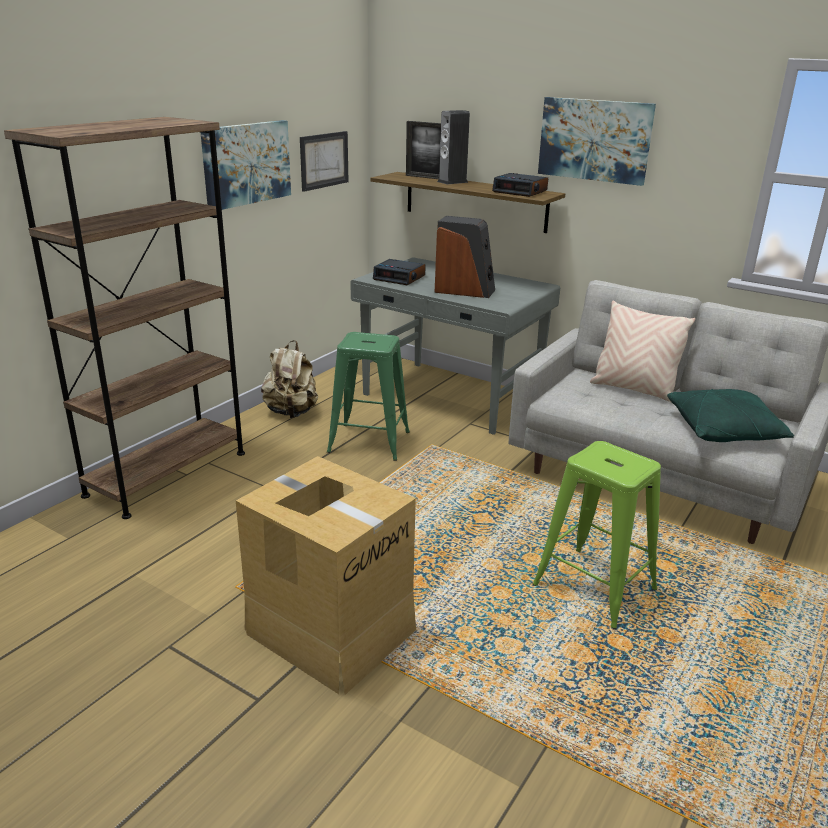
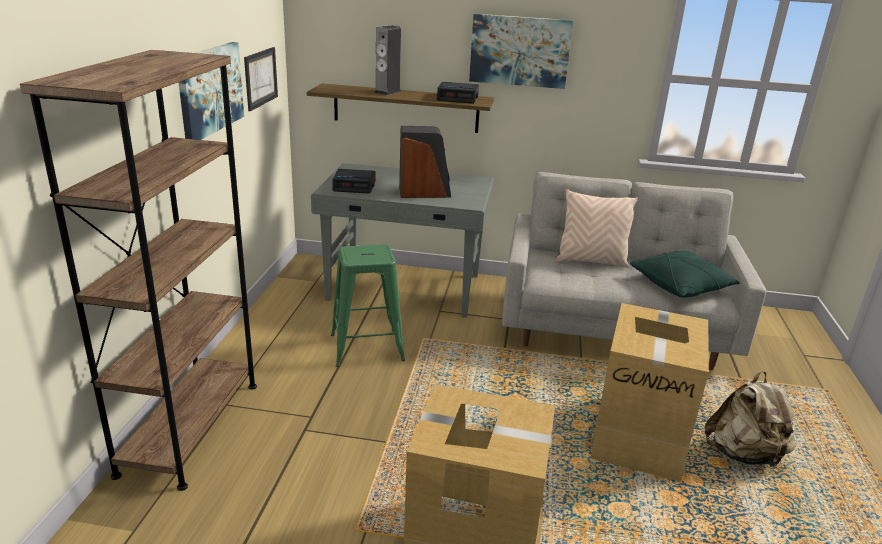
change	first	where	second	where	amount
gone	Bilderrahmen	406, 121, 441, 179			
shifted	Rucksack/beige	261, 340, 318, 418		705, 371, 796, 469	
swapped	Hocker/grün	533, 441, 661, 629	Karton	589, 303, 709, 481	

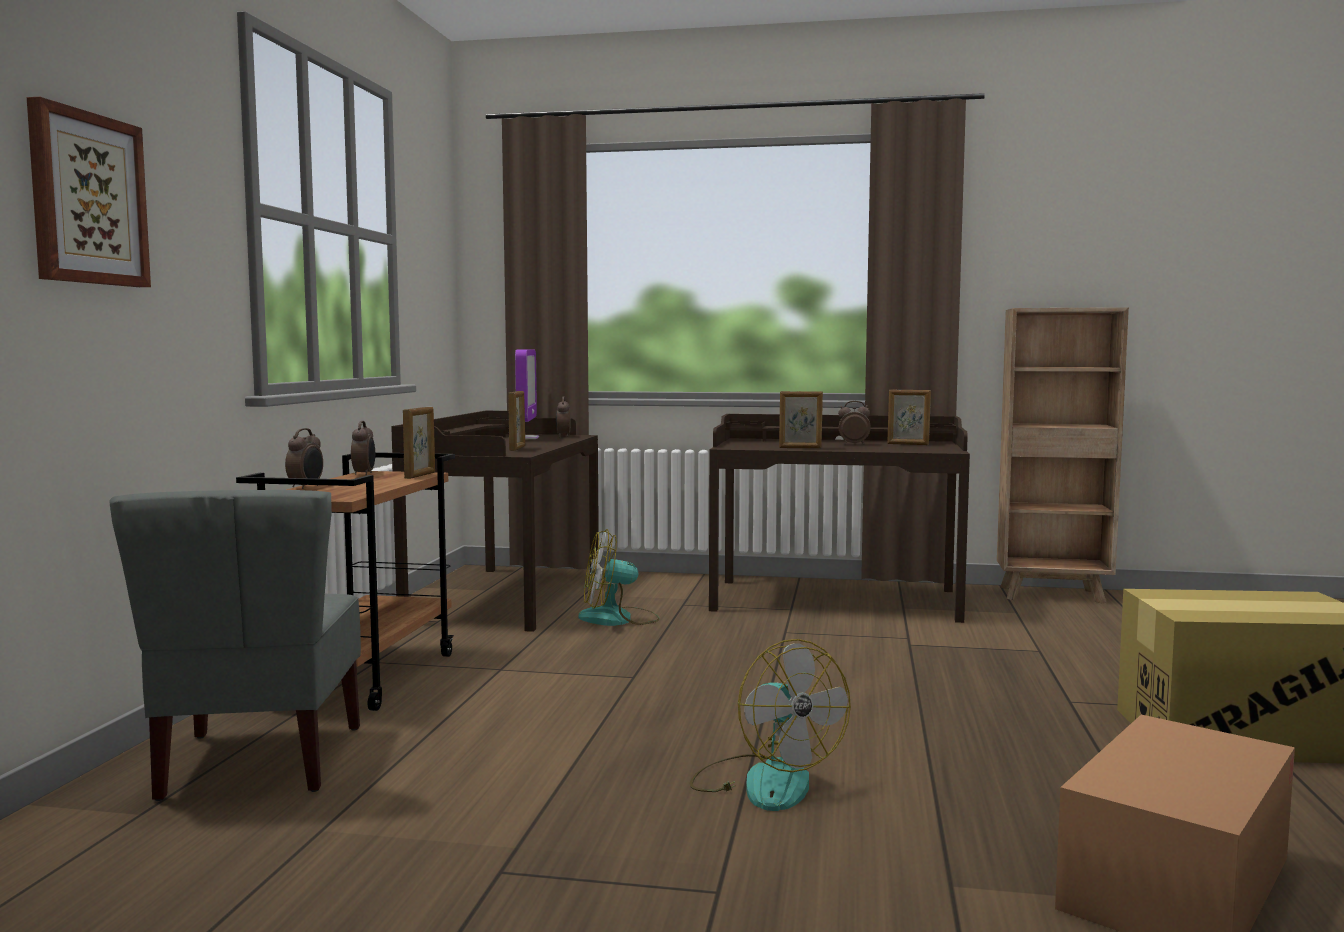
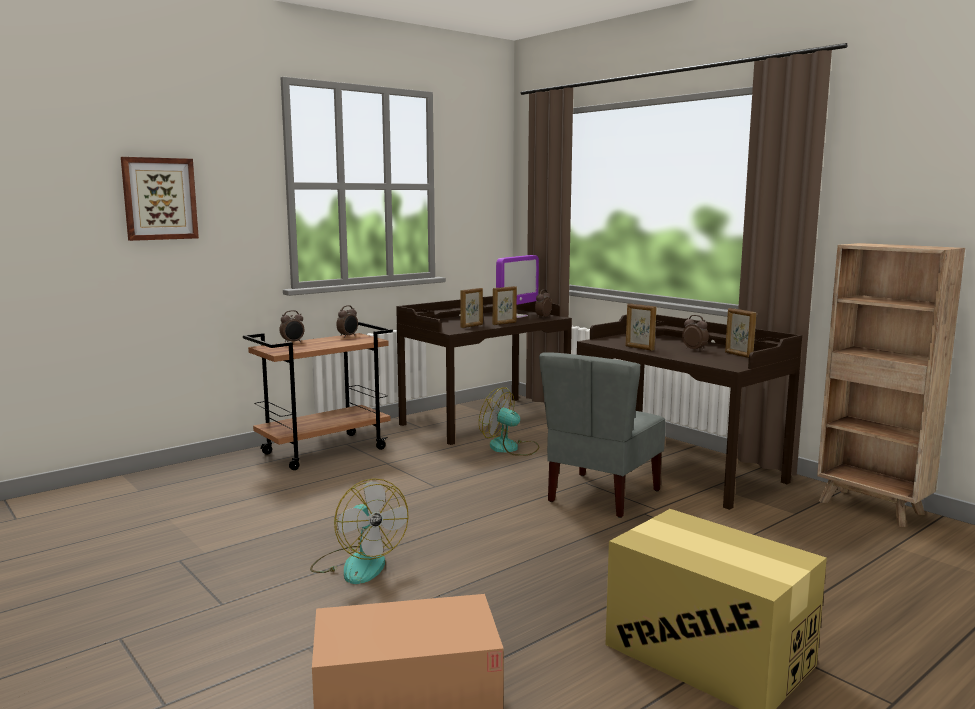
change	first	where	second	where	amount
shifted	Stuhl/grau	109, 490, 361, 801		539, 352, 665, 518	
shifted	Bilderrahmen	403, 407, 435, 479		493, 286, 517, 325	
rotated	Ventilator	690, 639, 851, 811		310, 478, 409, 584	45 degrees counterclockwise

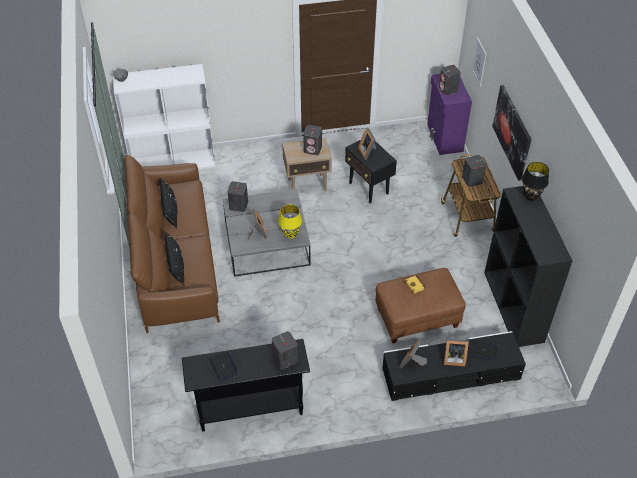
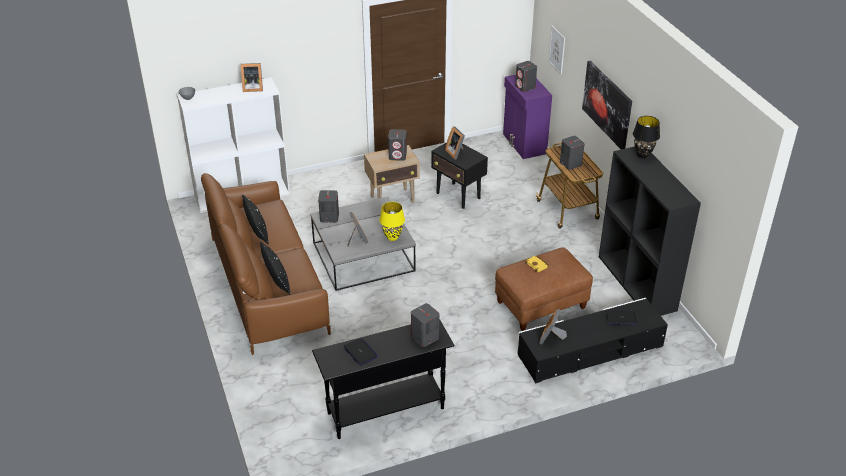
change	first	where	second	where	amount
shifted	Bilderrahmen	444, 339, 469, 366		240, 63, 263, 92	

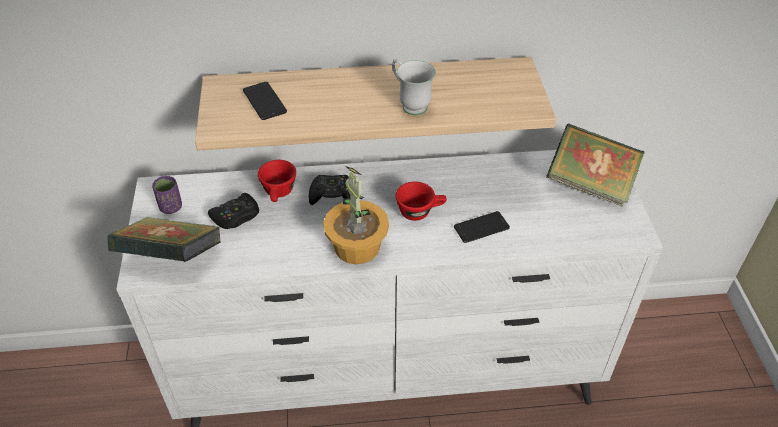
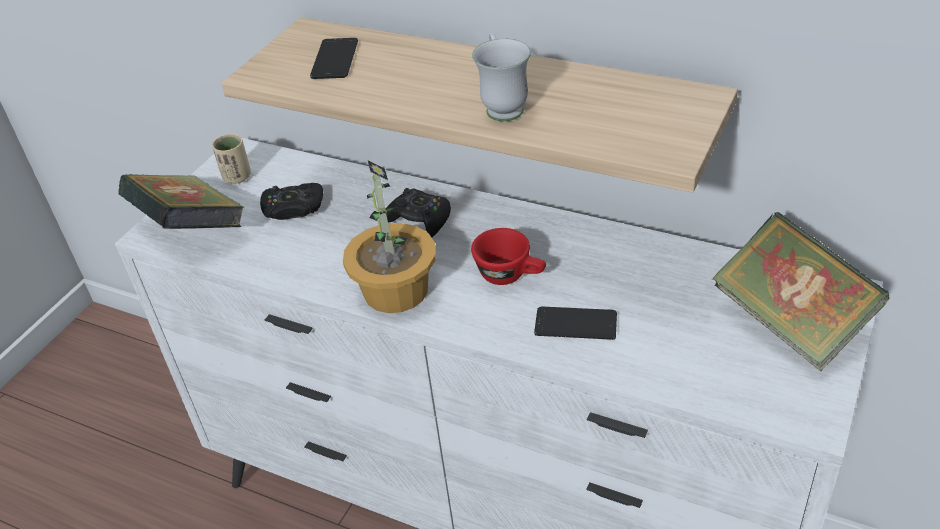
change	first	where	second	where	amount
gone	Tasse/rot	258, 160, 296, 202			
repainted	Tasse/lila	152, 176, 182, 214	Tasse/beige	212, 134, 251, 184	

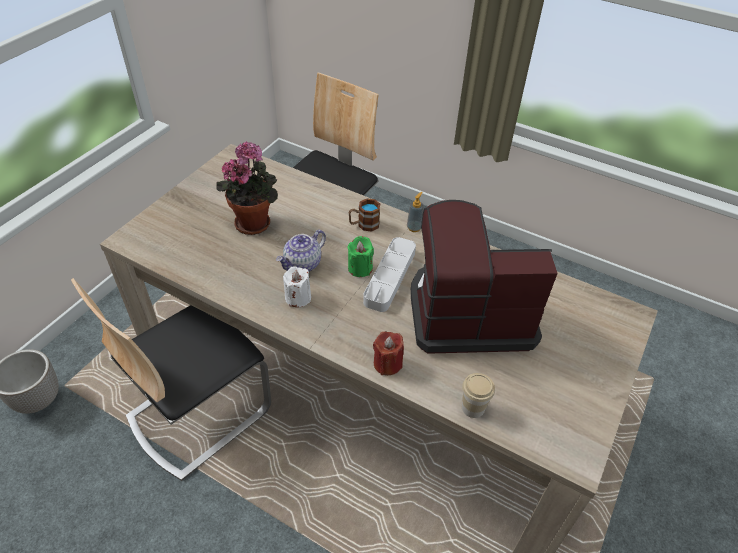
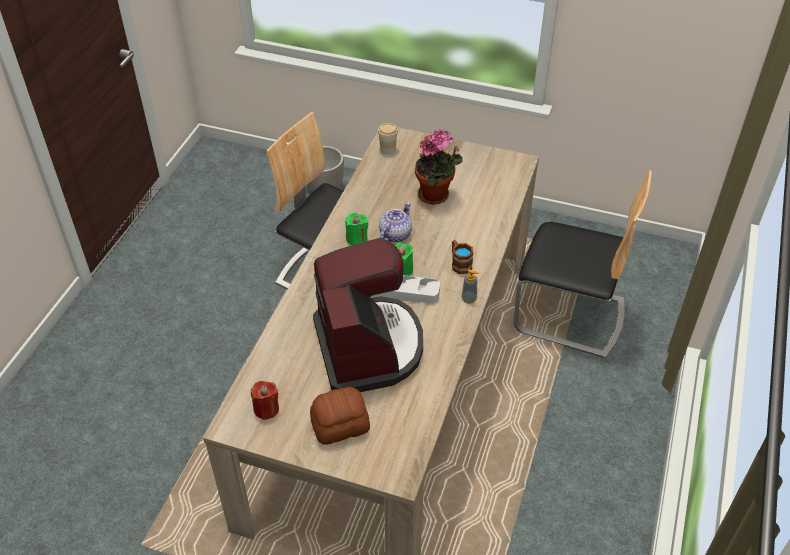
change	first	where	second	where	amount
new			Brot	310, 387, 370, 445	
shifted	Kerze/rot	373, 331, 404, 375		251, 381, 279, 420	
shifted	Tasse	462, 373, 495, 418		378, 123, 398, 154	
repainted	Kerze/weiß	283, 266, 311, 307	Kerze/grün	345, 213, 368, 245	
rotated	Teekanne	276, 230, 326, 271		379, 202, 412, 242	90 degrees clockwise

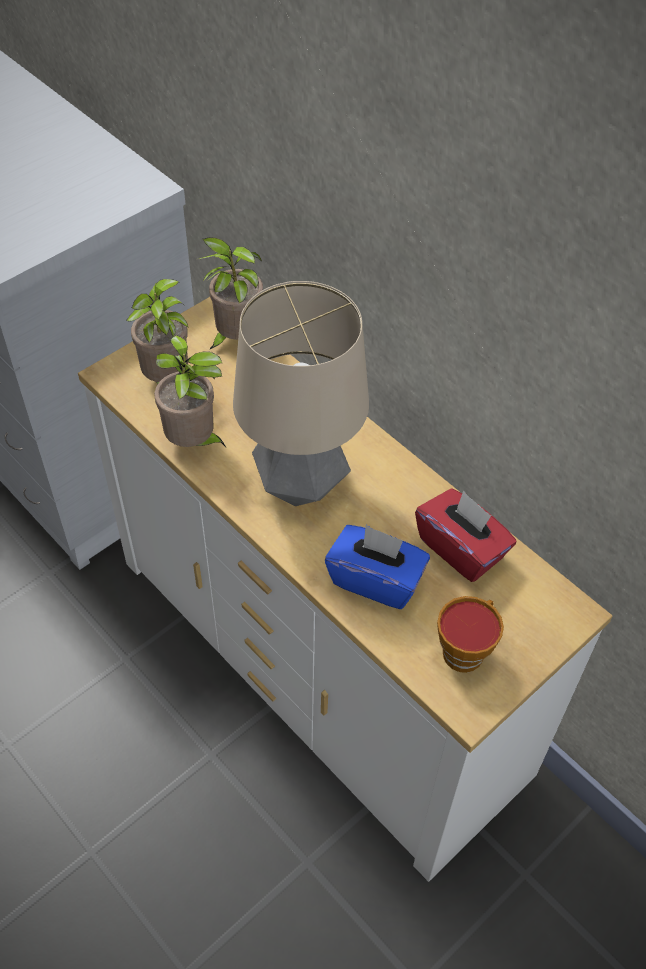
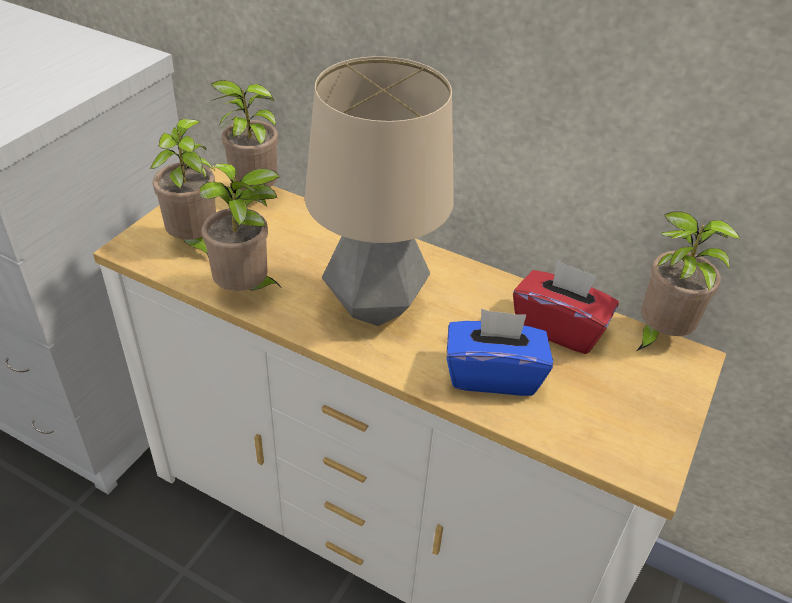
change	first	where	second	where	amount
gone	Tasse	437, 596, 504, 673			
new			Topfpflanze	636, 212, 740, 351	

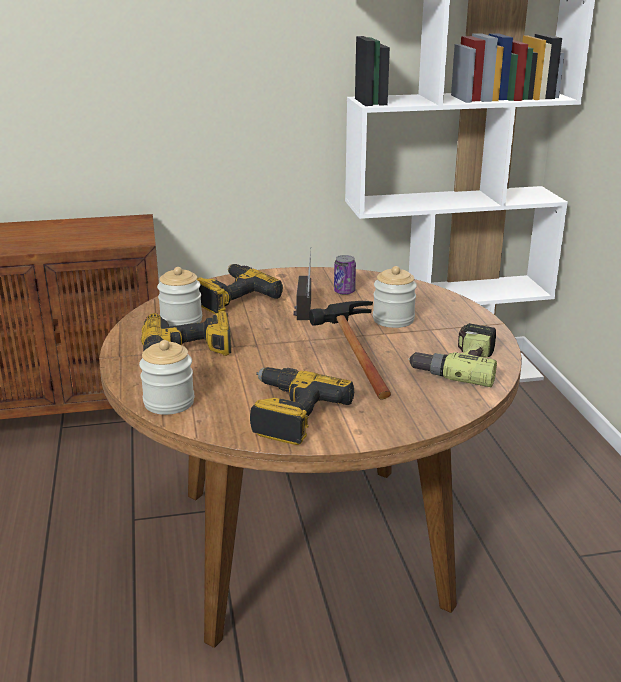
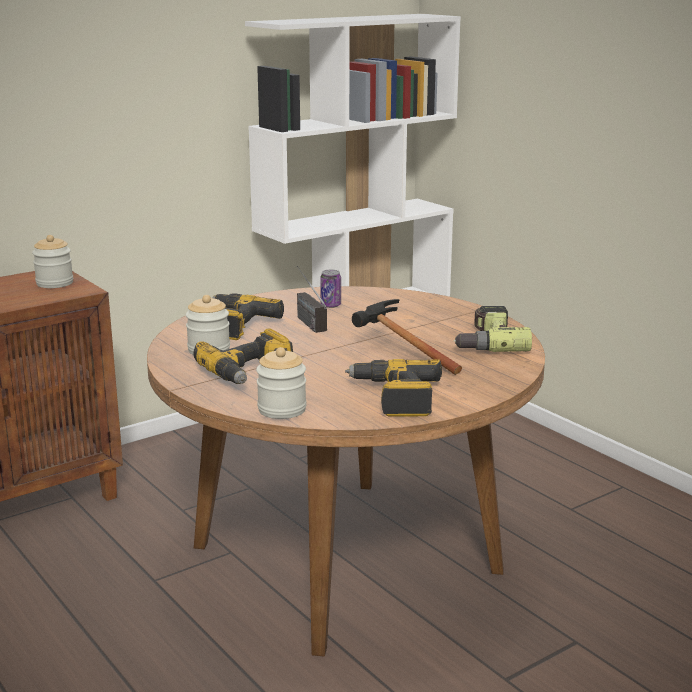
change	first	where	second	where	amount
shifted	Vorratsglas	373, 266, 417, 328		32, 235, 73, 288	

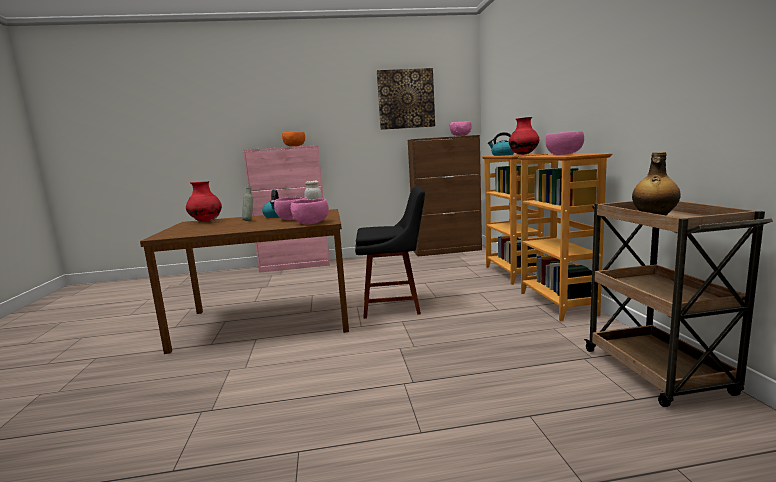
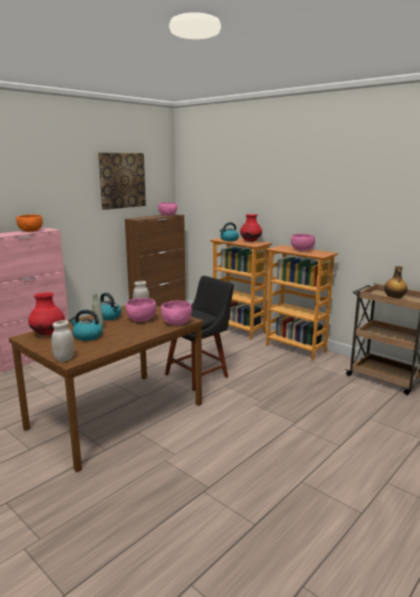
change	first	where	second	where	amount
new			Vorratsglas/weiß	51, 320, 74, 362	
new			Wasserkessel	69, 310, 103, 341	

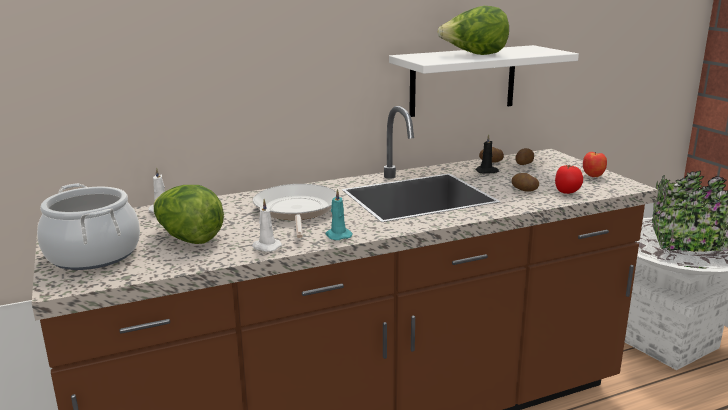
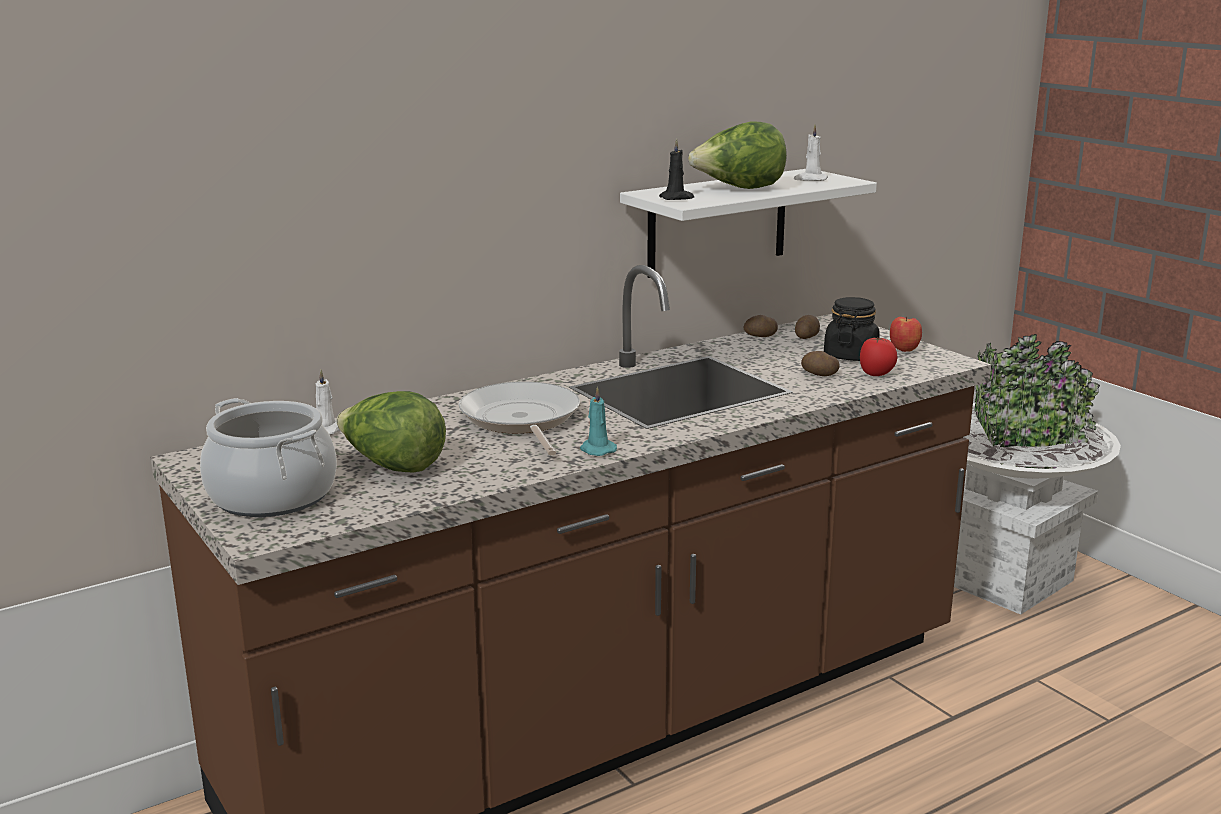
change	first	where	second	where	amount
new			Vorratsglas/schwarz	824, 297, 880, 361	
shifted	Kerze/weiß	252, 199, 282, 252		794, 124, 828, 181	
shifted	Kerze/schwarz	475, 134, 499, 174		659, 139, 694, 200	

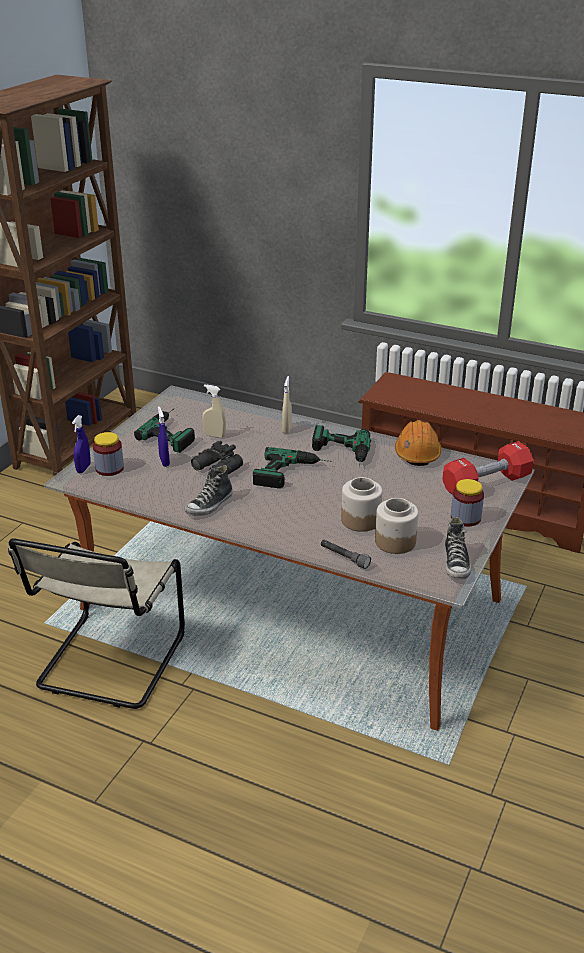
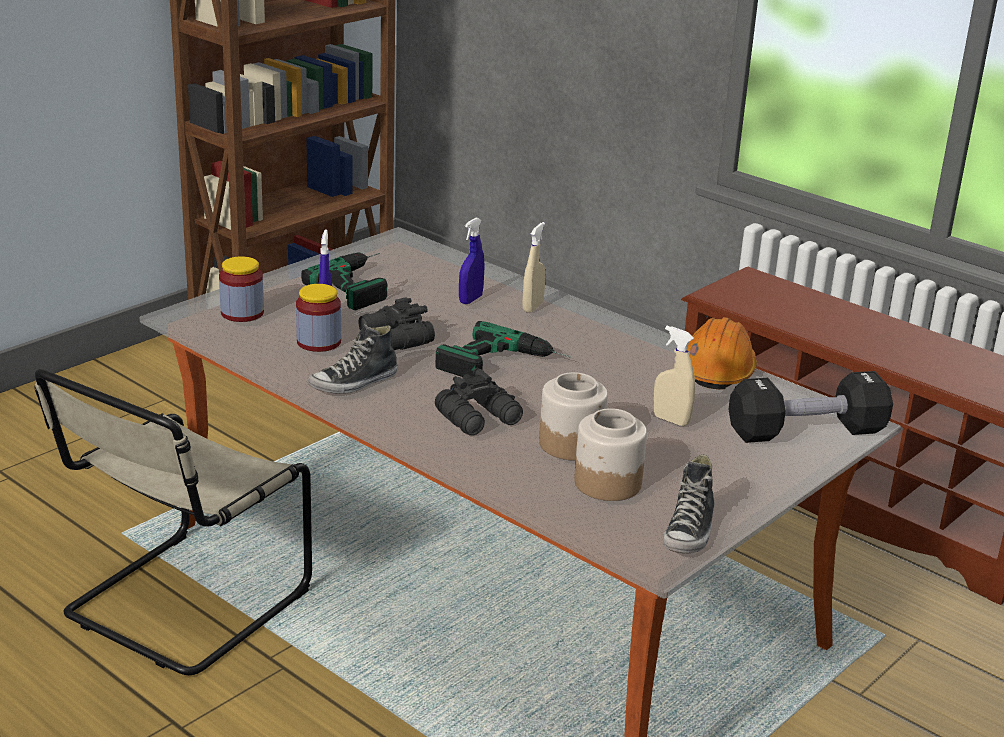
change	first	where	second	where	amount
gone	Bohrmaschine	312, 425, 371, 468			
gone	Taschenlampe/grau	321, 540, 371, 569			
new			Fernglas/schwarz	435, 367, 523, 436	
shifted	Sprühflasche/blau	72, 415, 91, 473		459, 218, 485, 304	
shifted	Sprühflasche/beige	203, 384, 226, 438		653, 326, 695, 426	
shifted	Vorratsglas	451, 479, 484, 526		296, 284, 341, 352	
repainted	Hantel/rot	442, 441, 533, 495	Hantel/schwarz	729, 371, 893, 443	

